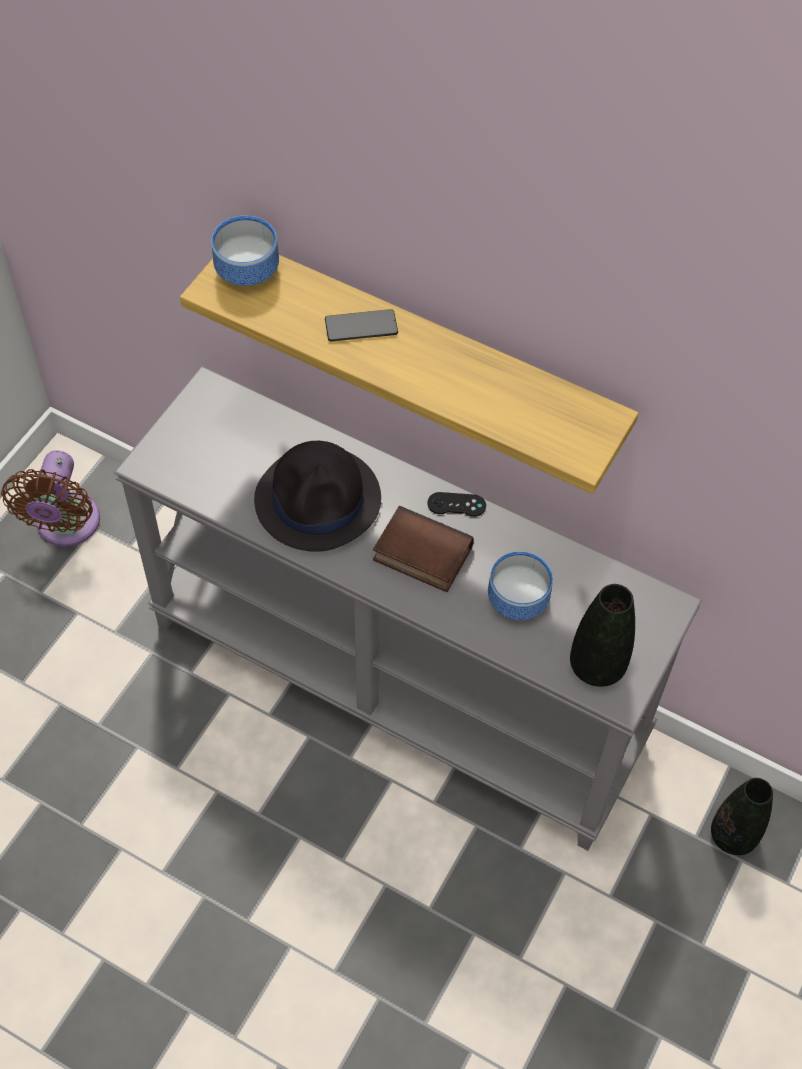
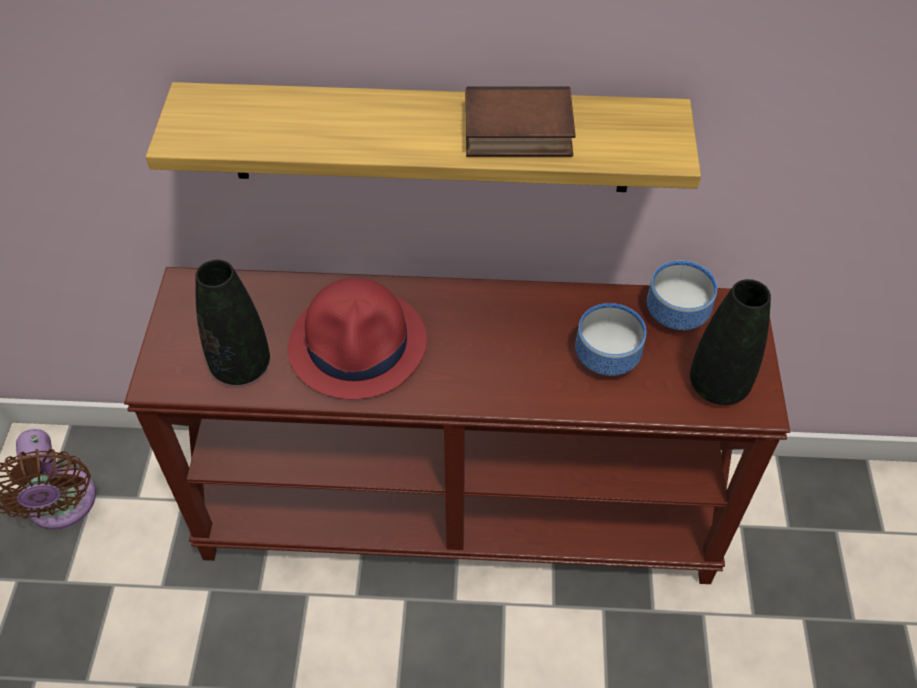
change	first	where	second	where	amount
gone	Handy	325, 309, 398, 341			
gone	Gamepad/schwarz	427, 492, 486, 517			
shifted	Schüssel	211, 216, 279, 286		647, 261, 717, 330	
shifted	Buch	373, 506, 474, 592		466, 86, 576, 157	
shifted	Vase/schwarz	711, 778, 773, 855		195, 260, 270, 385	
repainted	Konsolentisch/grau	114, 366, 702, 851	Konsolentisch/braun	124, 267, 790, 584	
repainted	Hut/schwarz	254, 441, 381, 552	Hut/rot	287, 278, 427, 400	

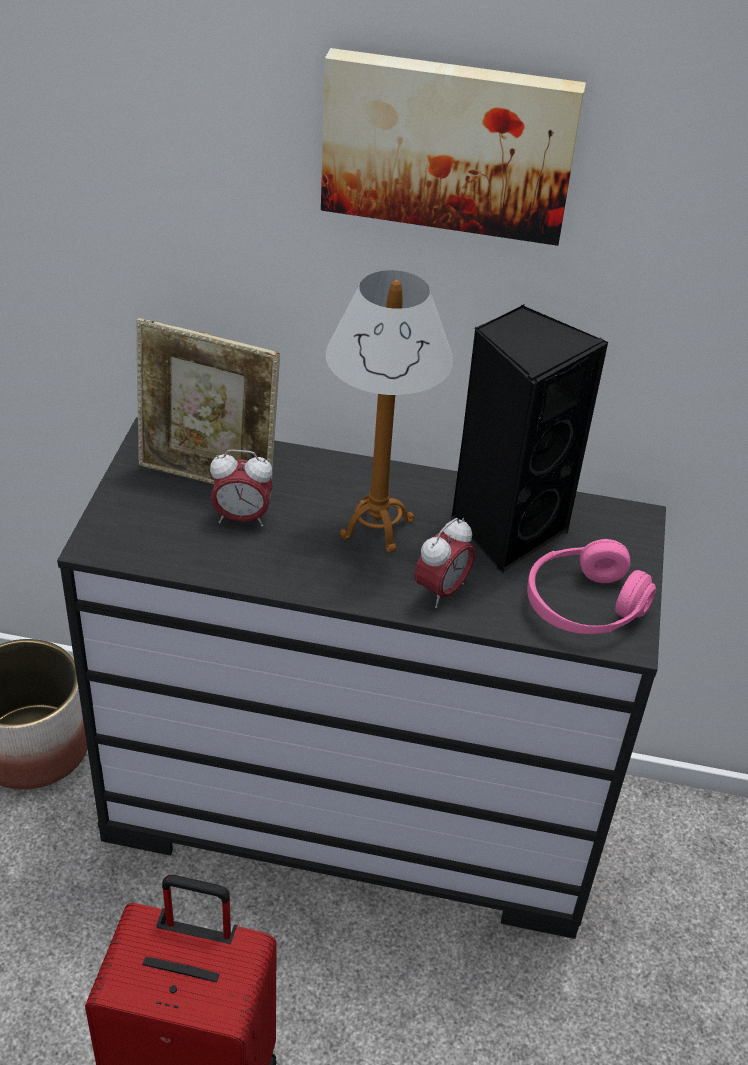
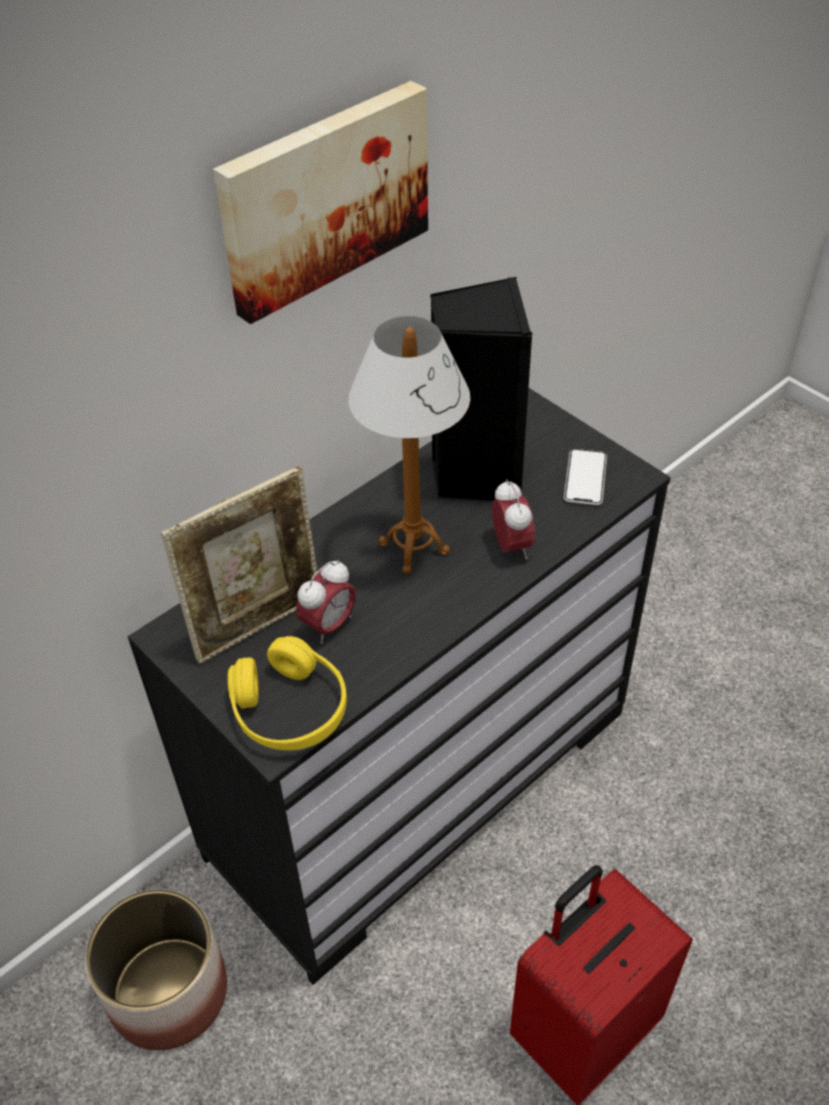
change	first	where	second	where	amount
new			Kopfhörer/gelb	228, 636, 347, 750	
swapped	Kopfhörer/rosa	527, 539, 656, 634	Handy	564, 449, 607, 505	

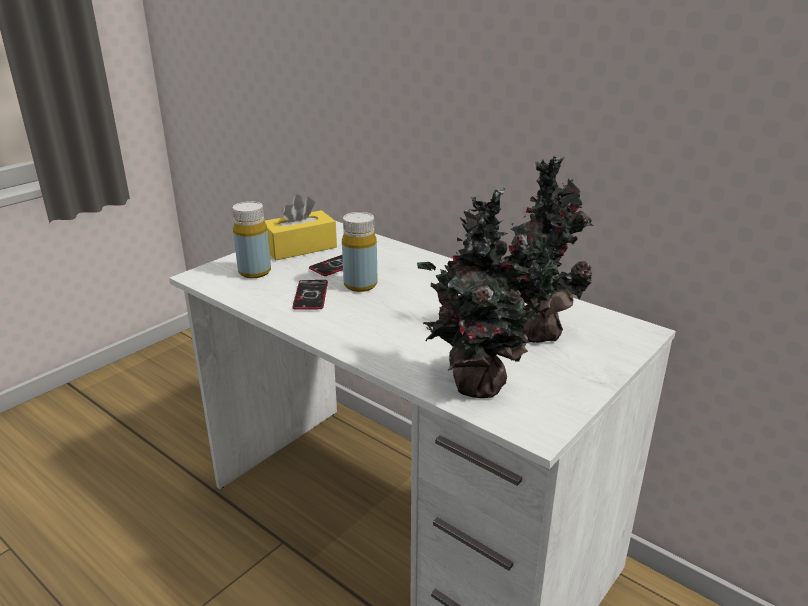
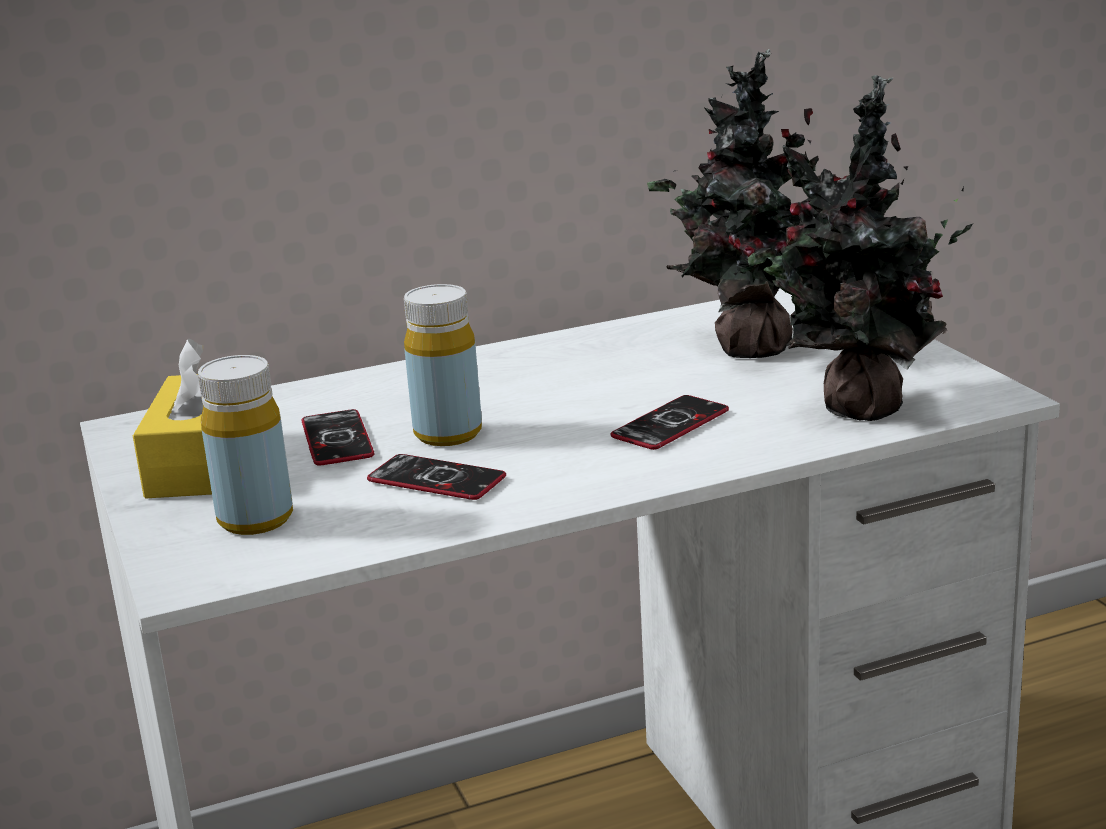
change	first	where	second	where	amount
new			Handy	611, 395, 729, 450	

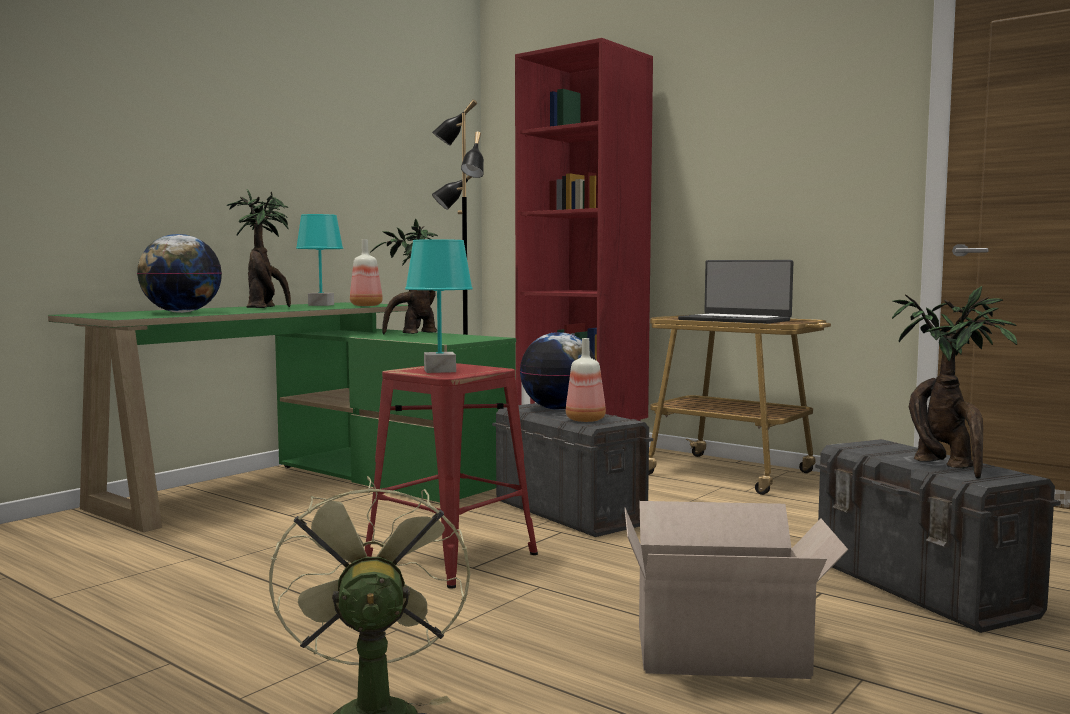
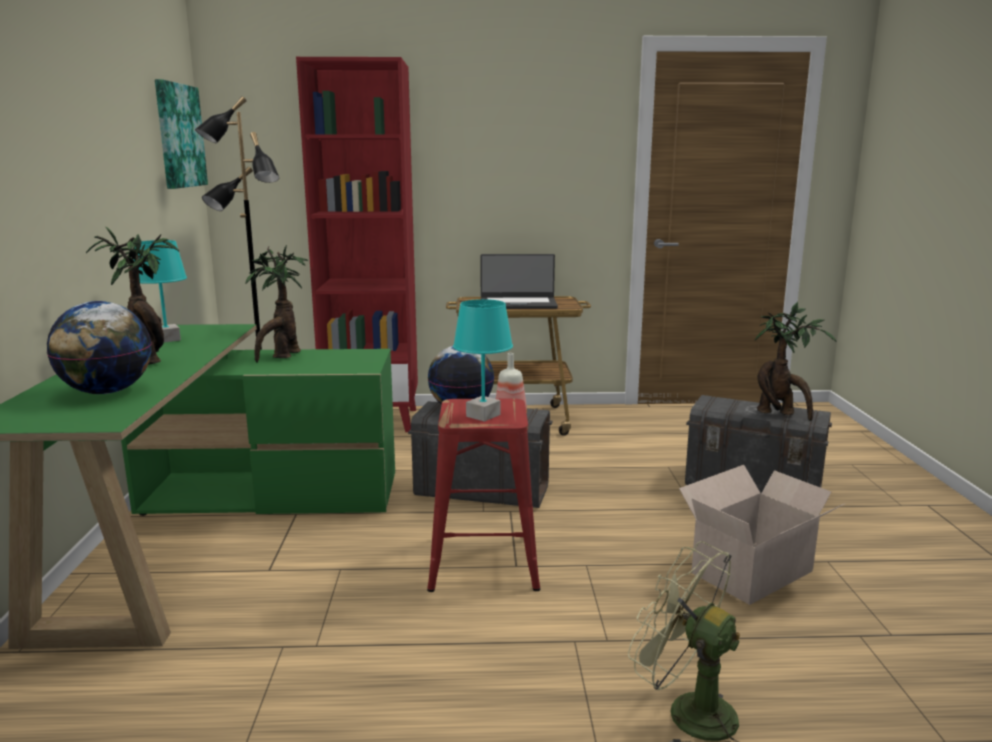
change	first	where	second	where	amount
gone	Flasche	350, 239, 383, 306			
new			Bild	155, 79, 208, 189	

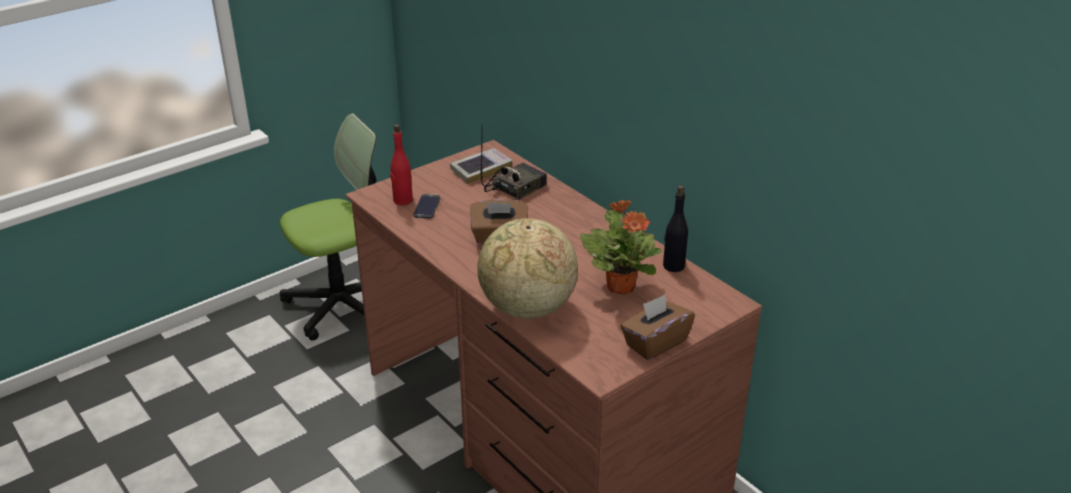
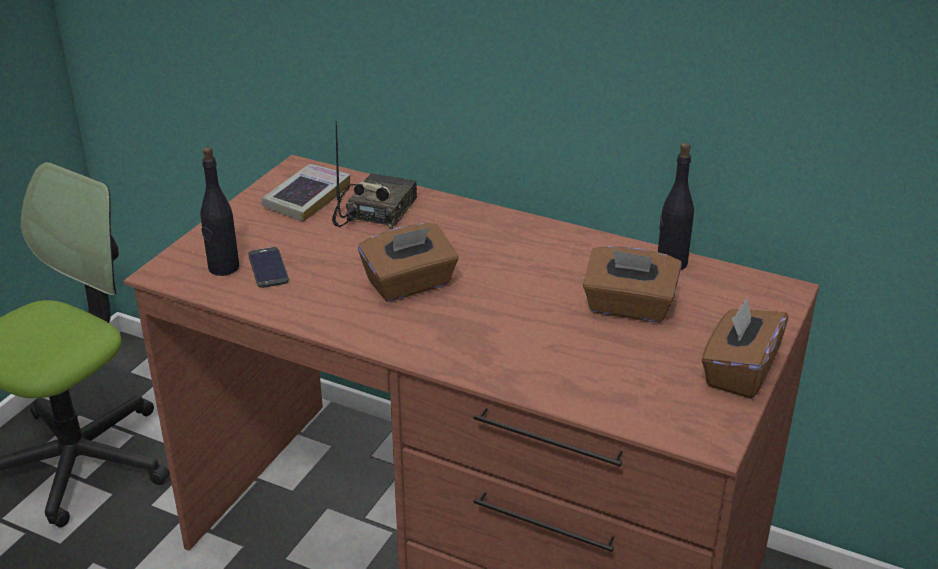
change	first	where	second	where	amount
gone	Globus	477, 218, 578, 318			
swapped	Topfpflanze	580, 199, 662, 294	Taschentuchbox/braun	583, 246, 682, 323	
repainted	Flasche/rot	390, 125, 413, 205	Flasche/schwarz	200, 147, 239, 276	

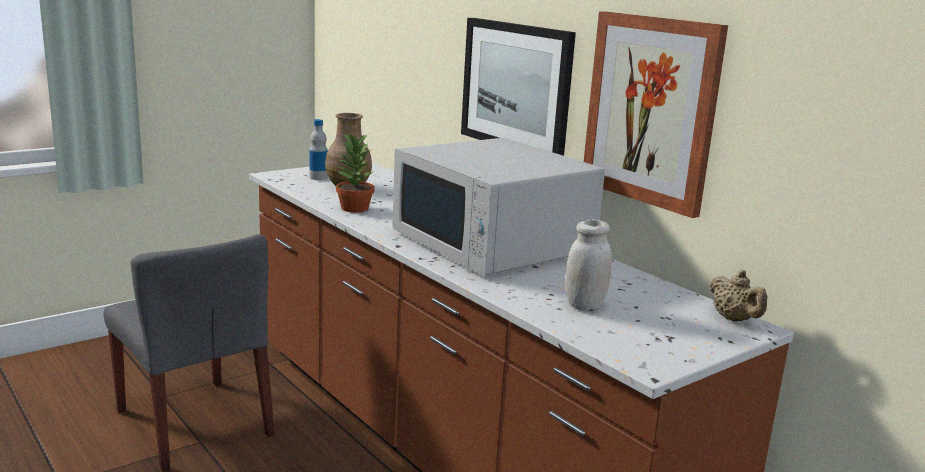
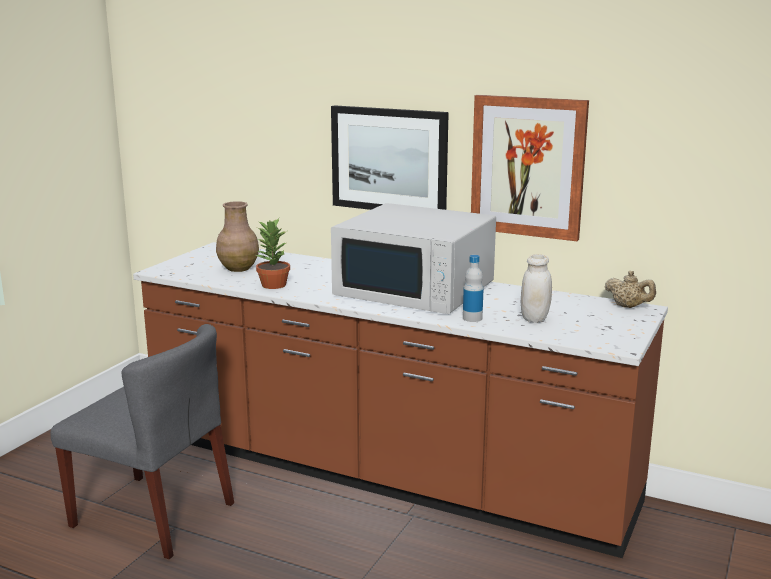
change	first	where	second	where	amount
shifted	Flasche	309, 119, 327, 180		463, 255, 484, 322	

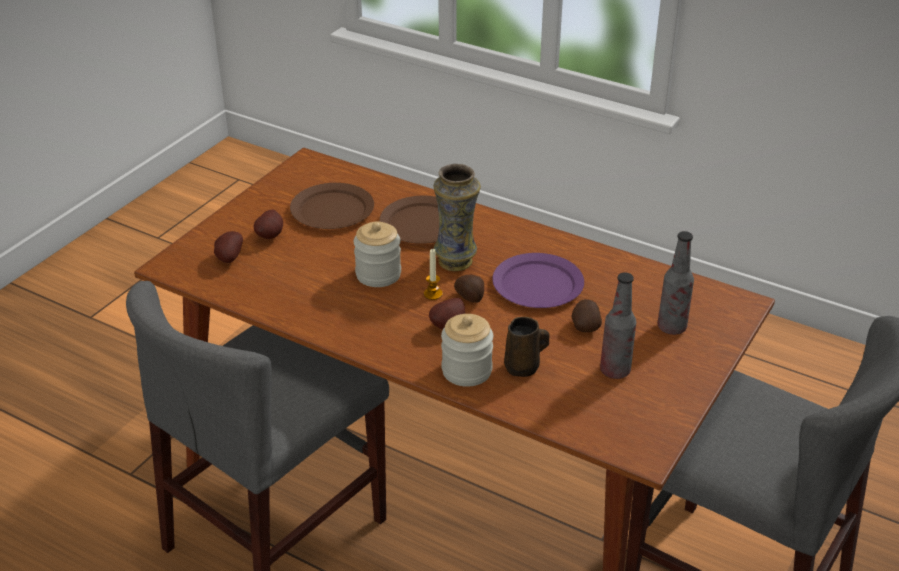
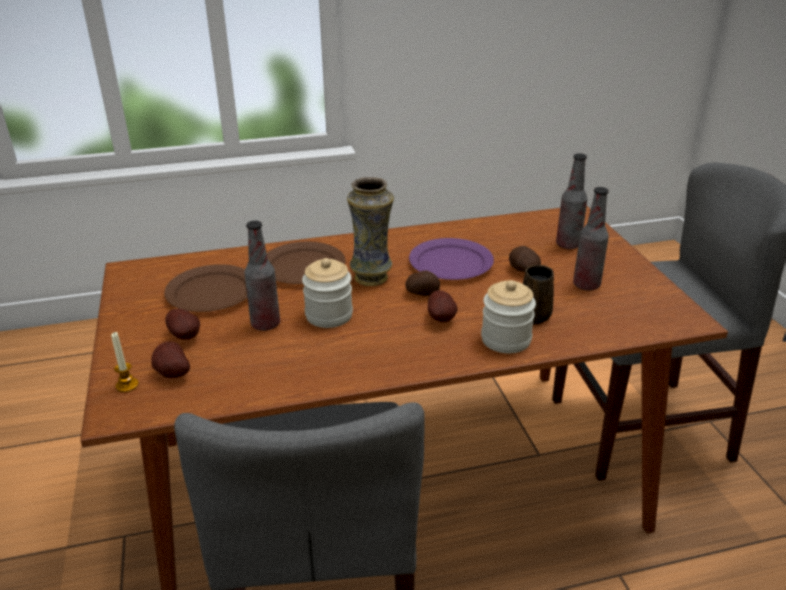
change	first	where	second	where	amount
new			Flasche	244, 221, 280, 331	
shifted	Kerze	424, 248, 443, 300		111, 332, 139, 392	

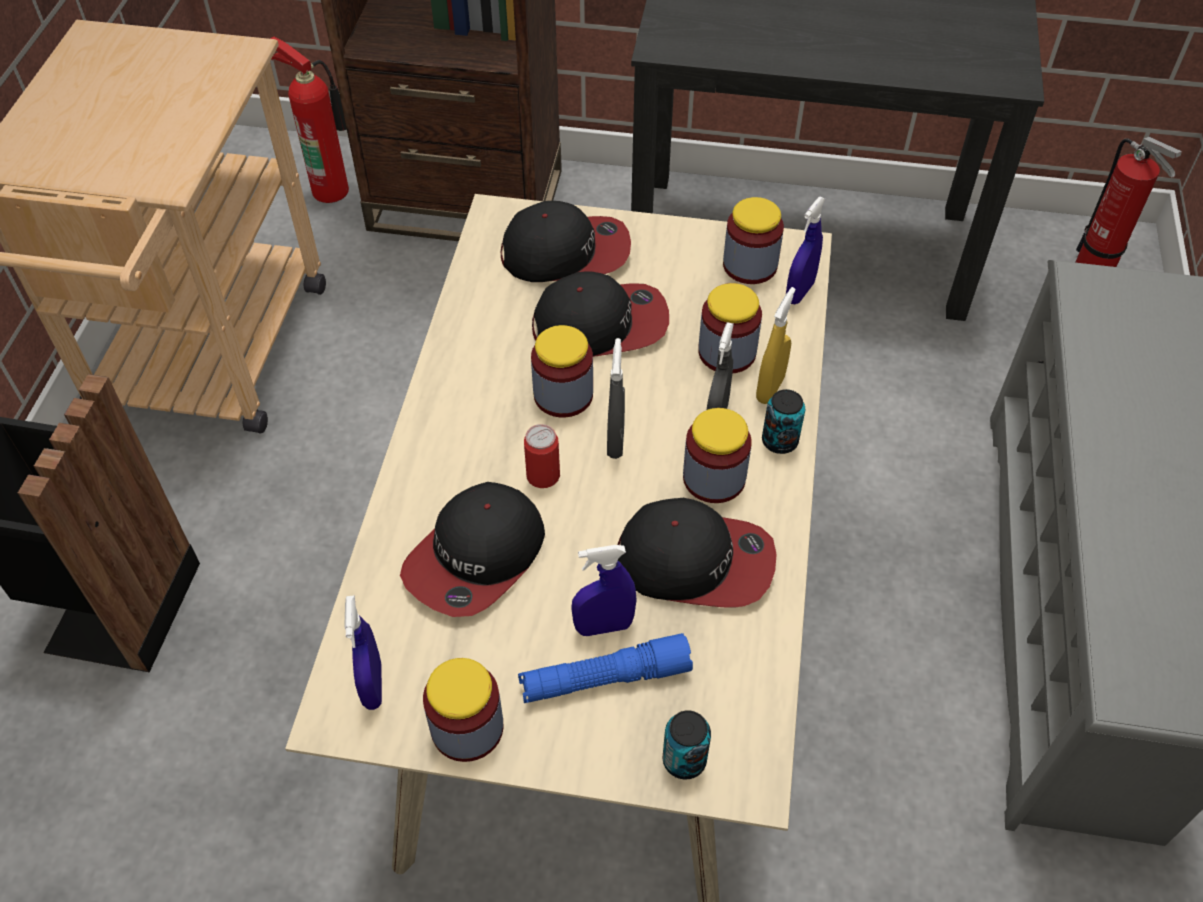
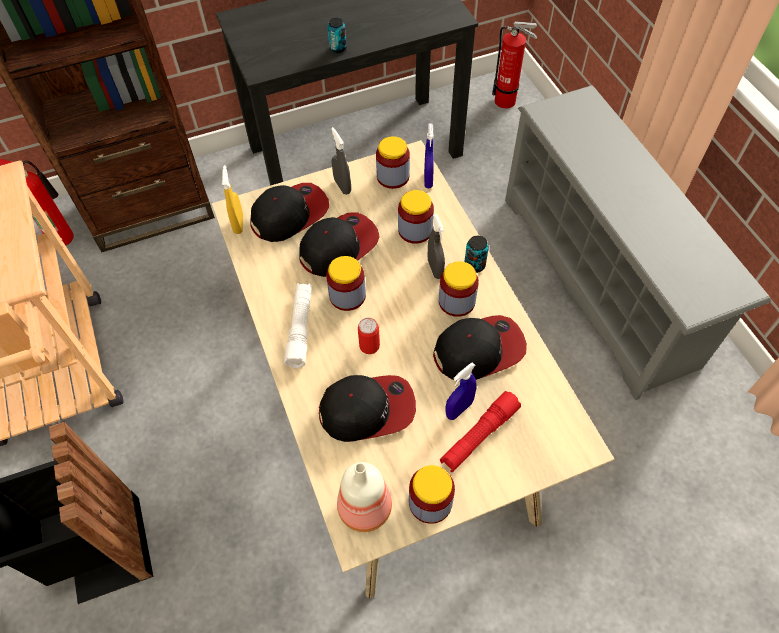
change	first	where	second	where	amount
new			Taschenlampe/weiß	284, 283, 312, 368	
shifted	Sprühflasche/grau	607, 338, 625, 459		331, 127, 351, 195	
shifted	Dose	663, 710, 711, 780		327, 18, 347, 53	
shifted	Sprühflasche/gelb	756, 287, 796, 404		222, 165, 243, 234	
swapped	Sprühflasche/blau	344, 595, 382, 710	Flasche	337, 462, 392, 532	
repainted	Taschenlampe/blau	518, 633, 693, 703	Taschenlampe/rot	440, 391, 521, 472	
rotated	Kappe	400, 482, 545, 617		319, 375, 416, 442	105 degrees counterclockwise

